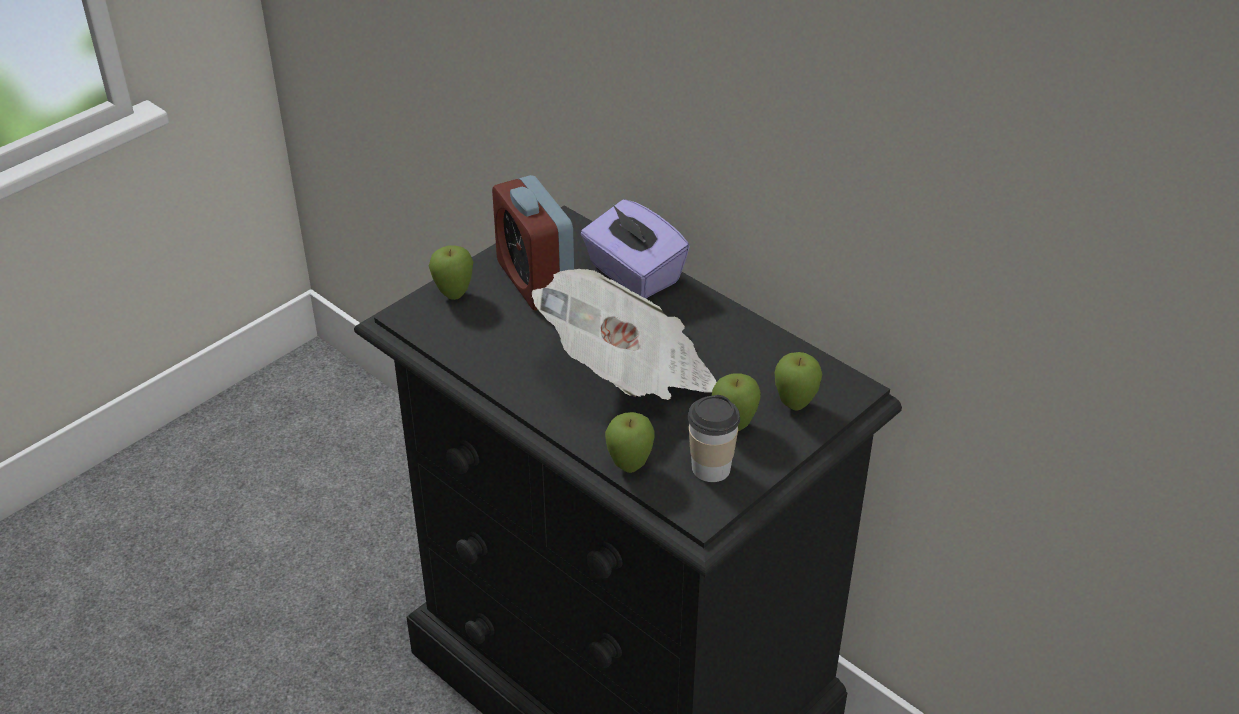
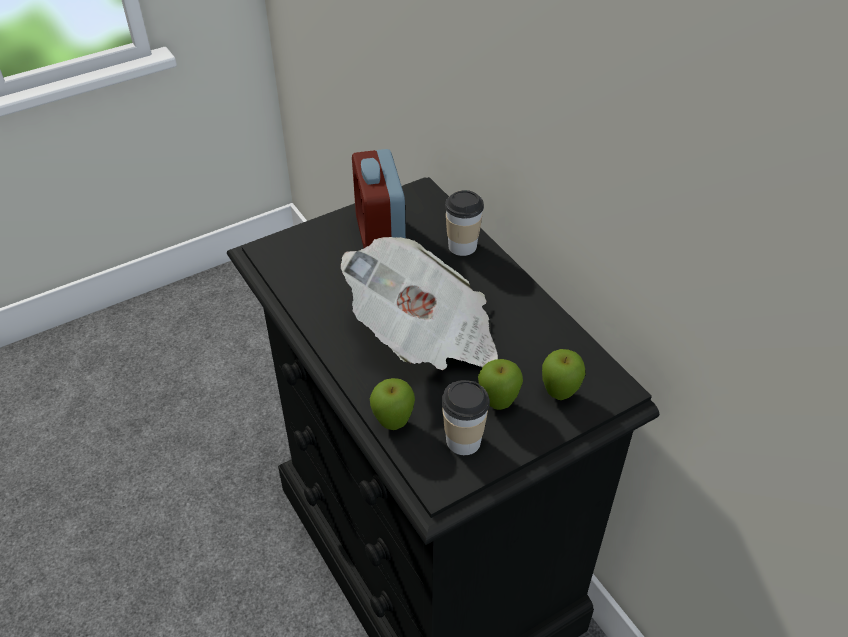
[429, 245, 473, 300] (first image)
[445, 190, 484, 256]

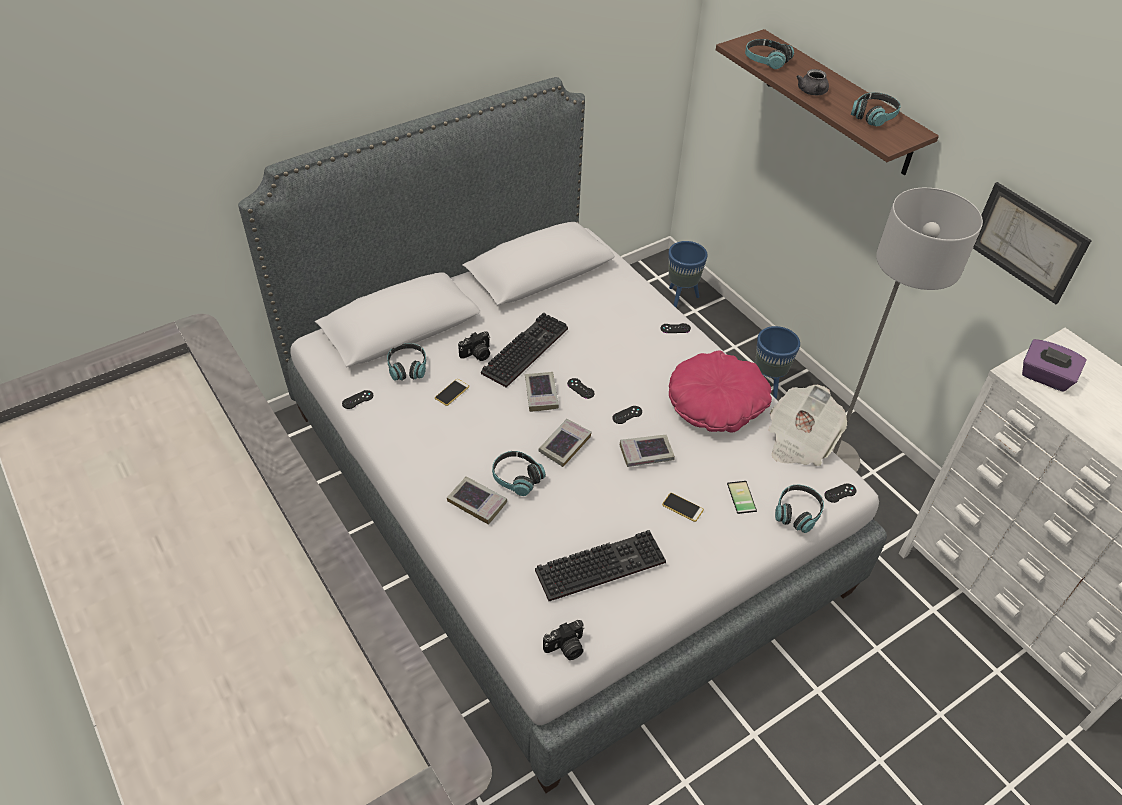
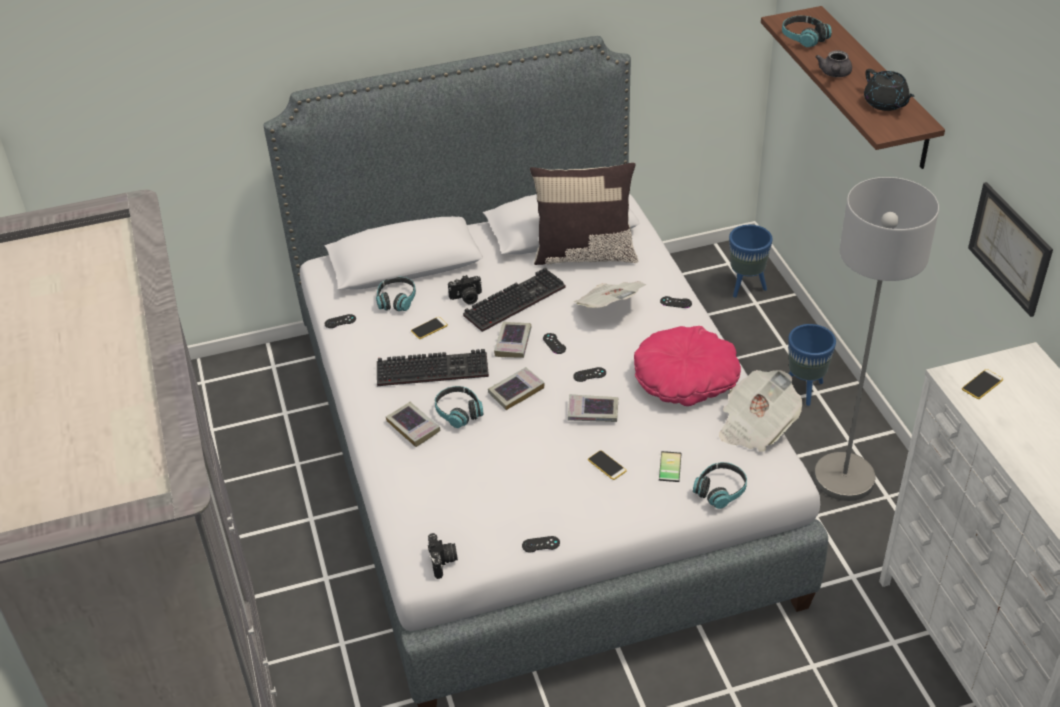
[377, 349, 489, 386]
[428, 533, 458, 579]
[522, 536, 560, 553]
[864, 69, 914, 111]
[962, 369, 1003, 399]
[530, 163, 638, 265]
[574, 281, 646, 308]

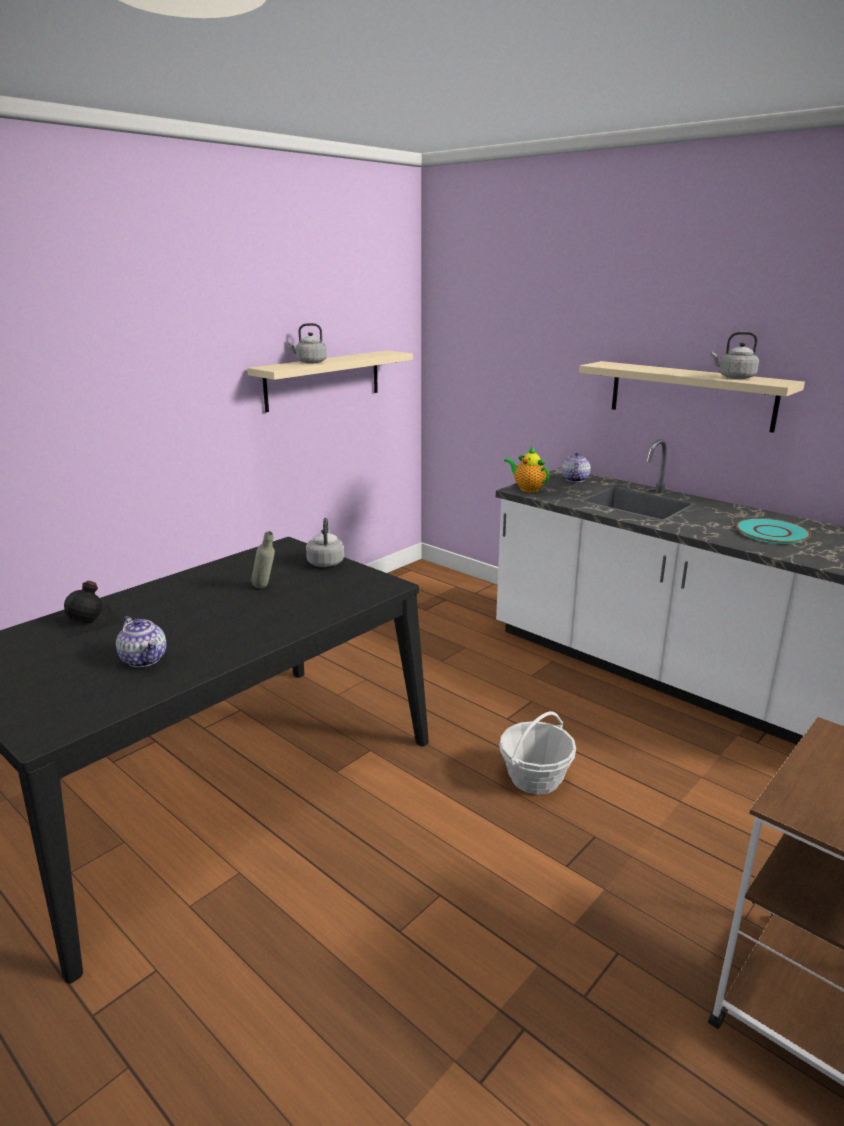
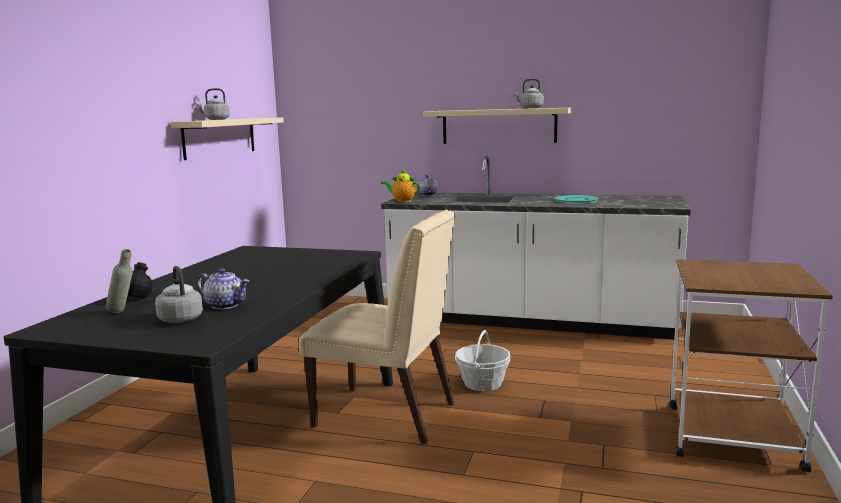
[106, 249, 132, 313]
[155, 266, 203, 323]
[299, 210, 455, 444]

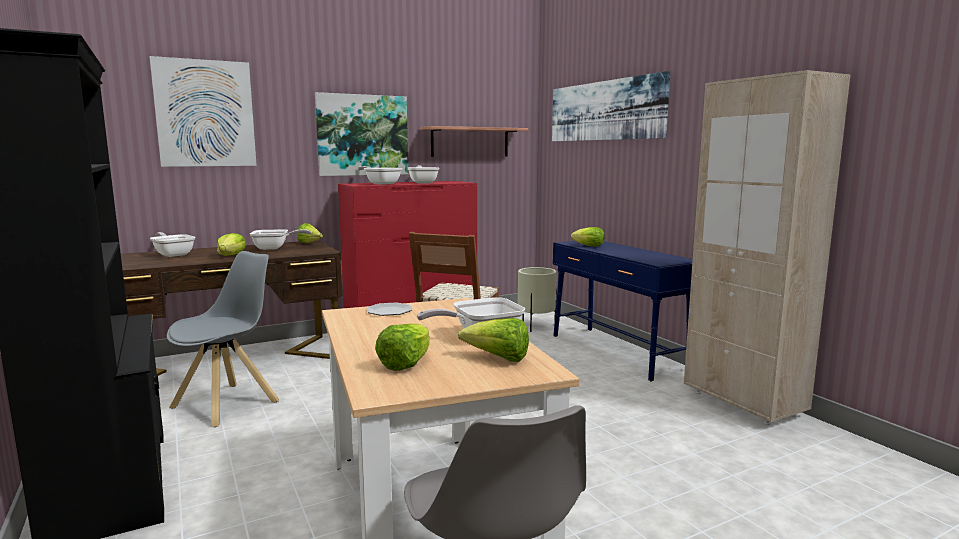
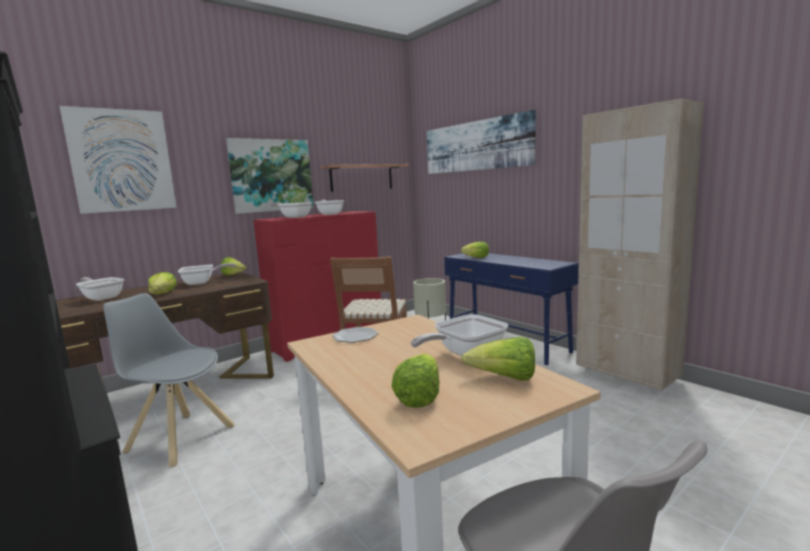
[103, 293, 234, 467]

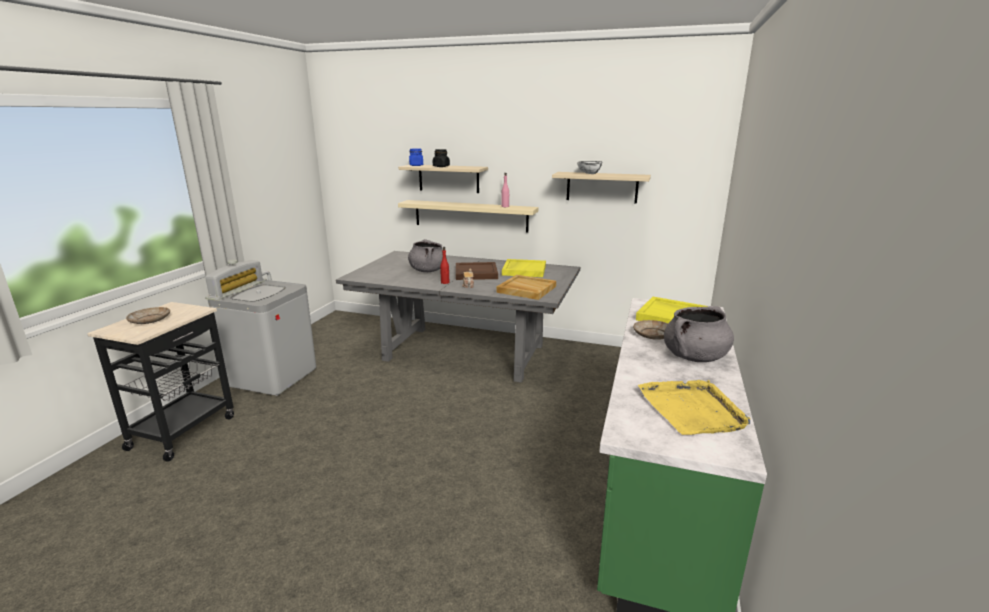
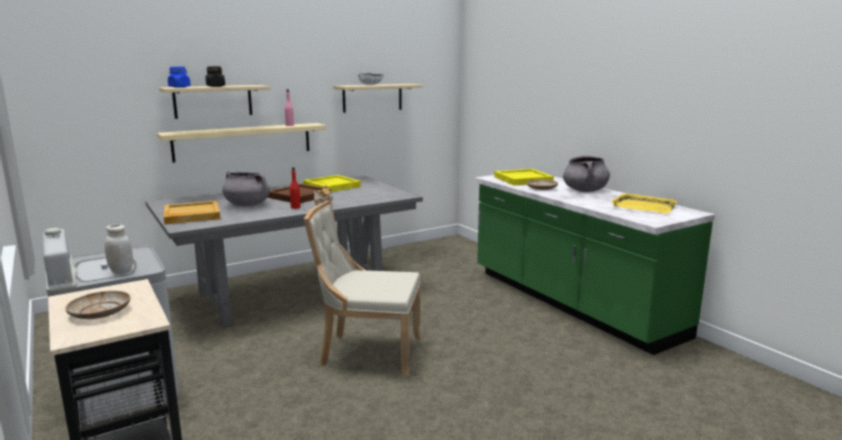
[164, 201, 221, 224]
[105, 224, 133, 274]
[304, 200, 421, 377]

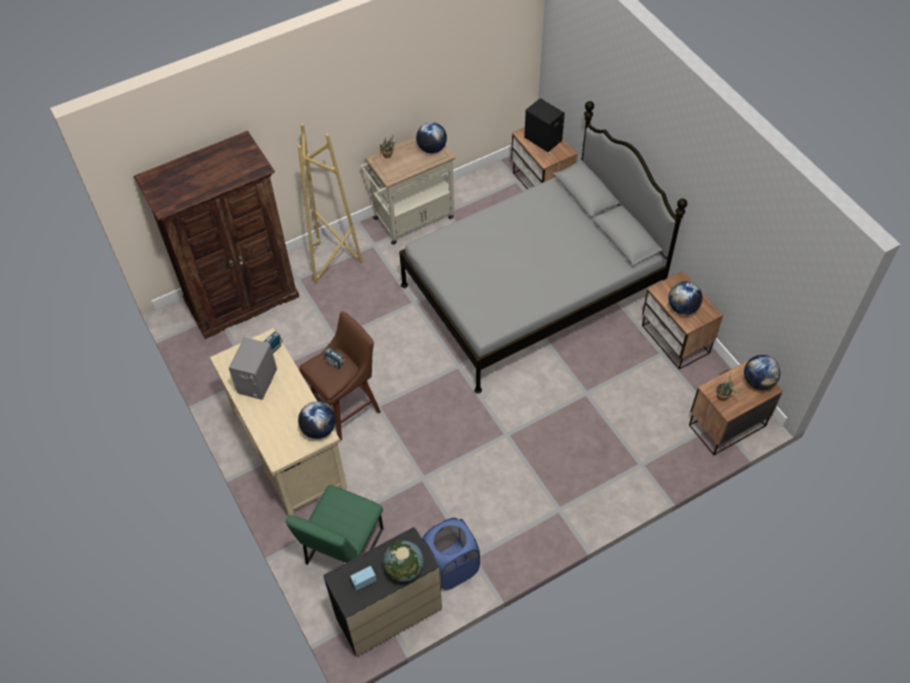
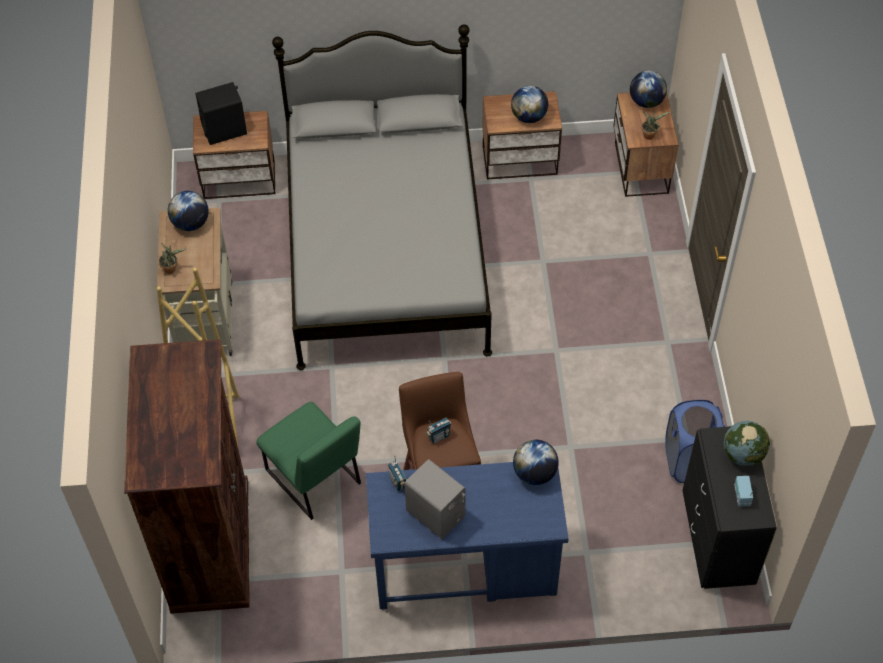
[366, 462, 569, 609]
[256, 402, 361, 520]

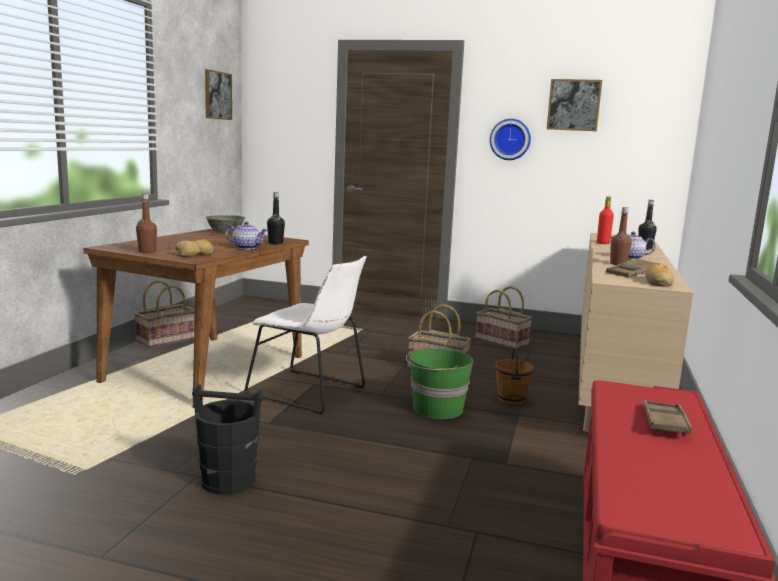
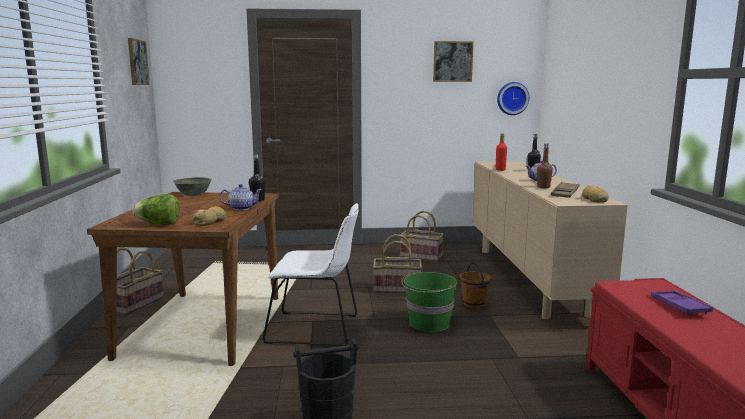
[133, 194, 179, 225]
[497, 82, 529, 115]
[651, 290, 713, 315]

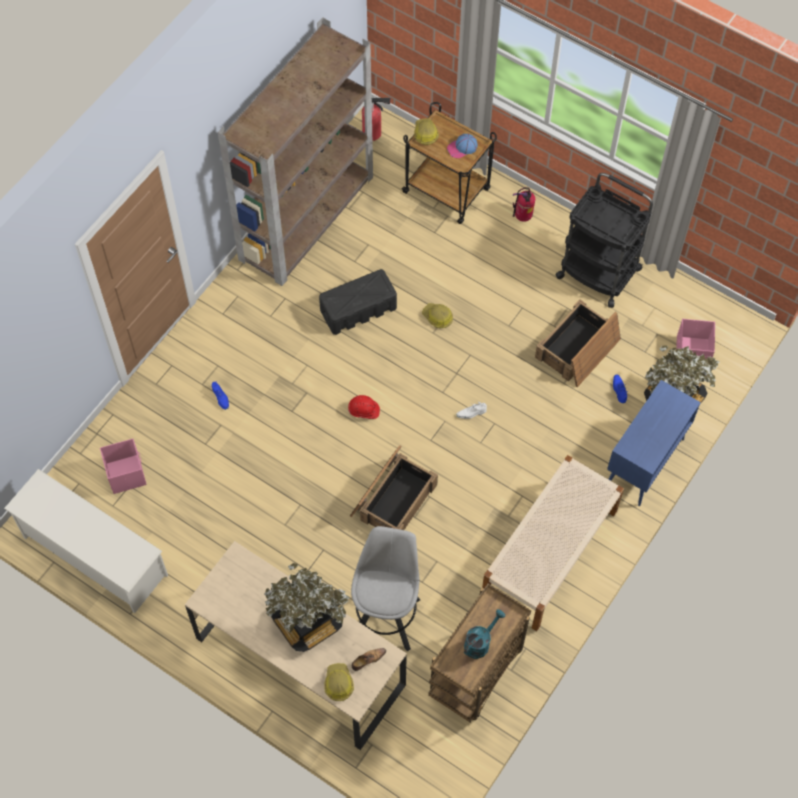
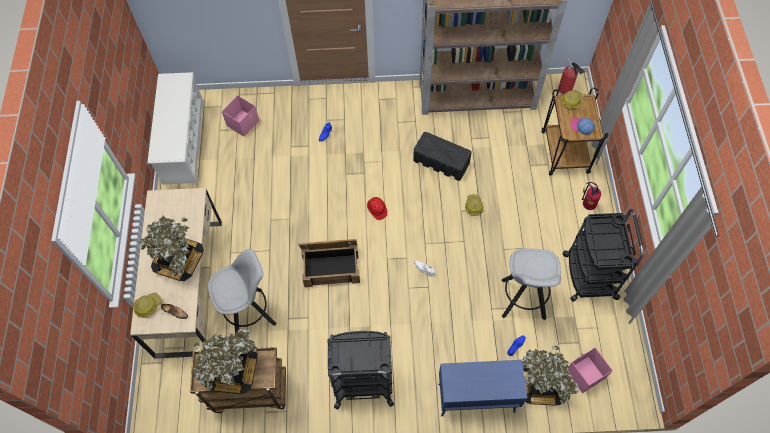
[193, 329, 257, 394]
[328, 331, 394, 409]
[501, 248, 561, 320]

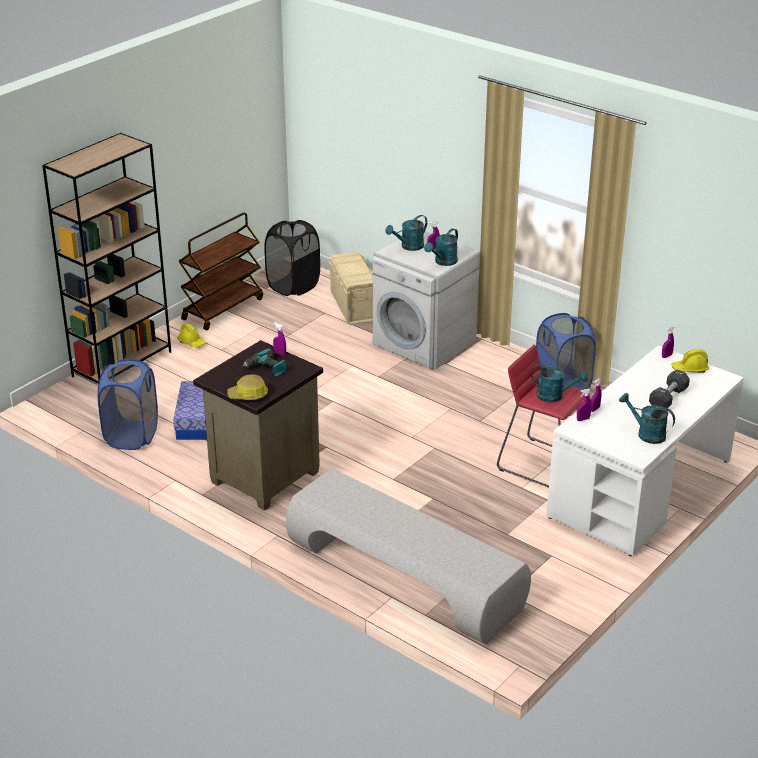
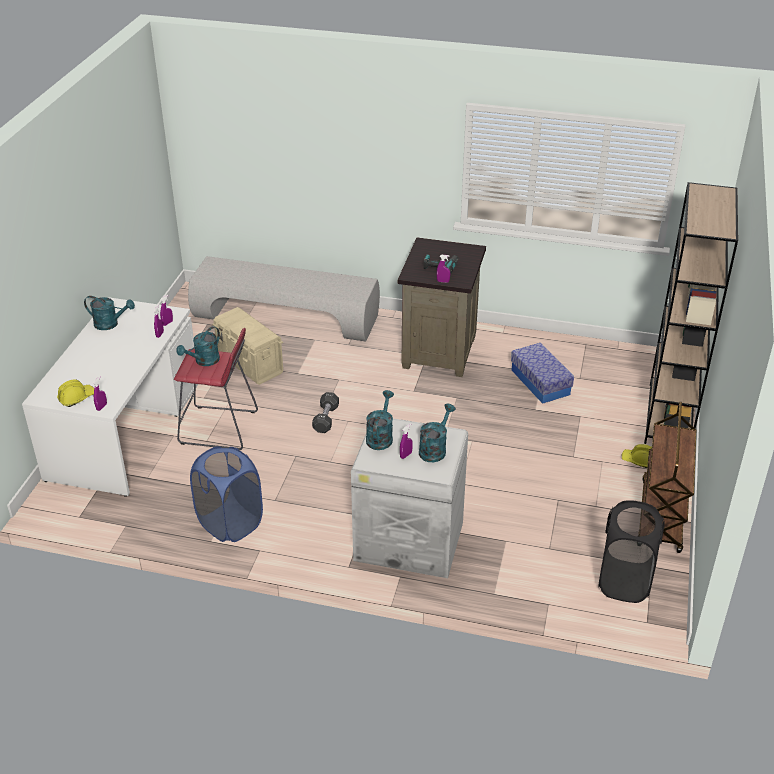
[98, 359, 158, 450] (first image)
[227, 374, 268, 400] (first image)
[212, 307, 283, 385]
[176, 326, 220, 366]
[312, 392, 339, 433]

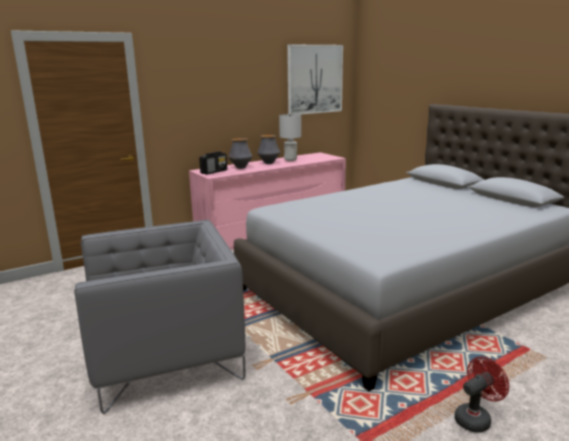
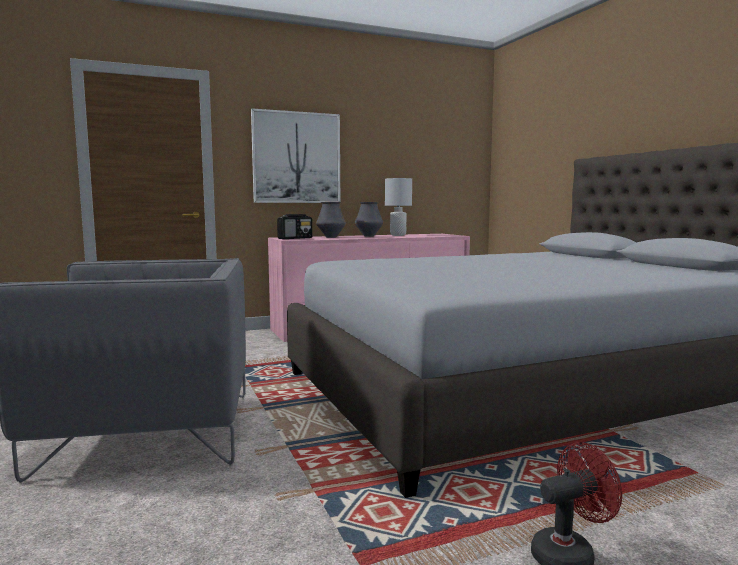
[251, 108, 340, 203]

